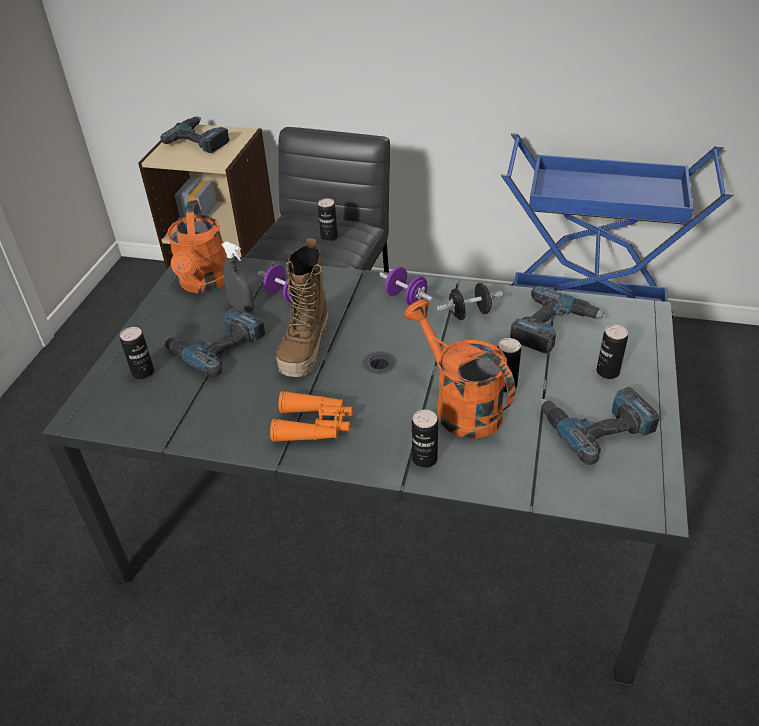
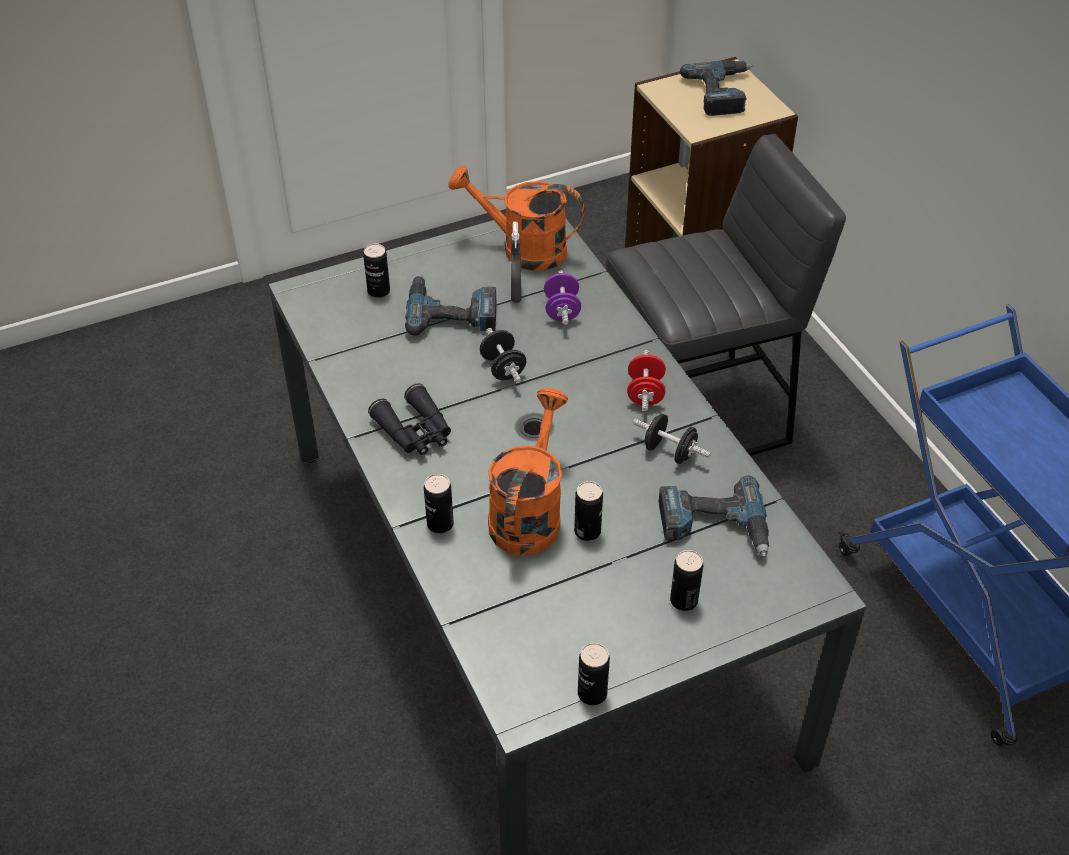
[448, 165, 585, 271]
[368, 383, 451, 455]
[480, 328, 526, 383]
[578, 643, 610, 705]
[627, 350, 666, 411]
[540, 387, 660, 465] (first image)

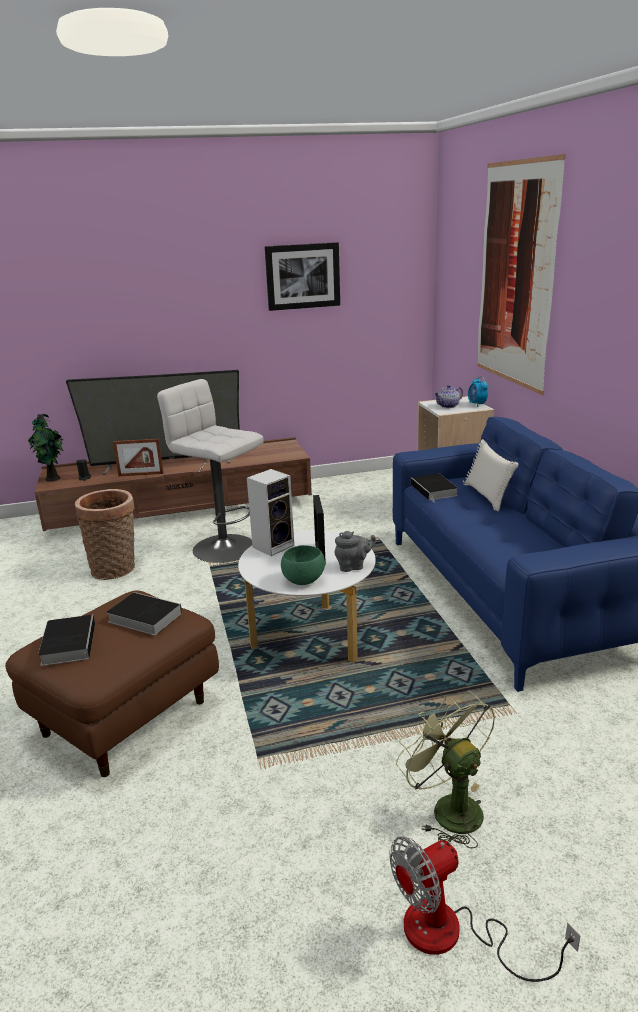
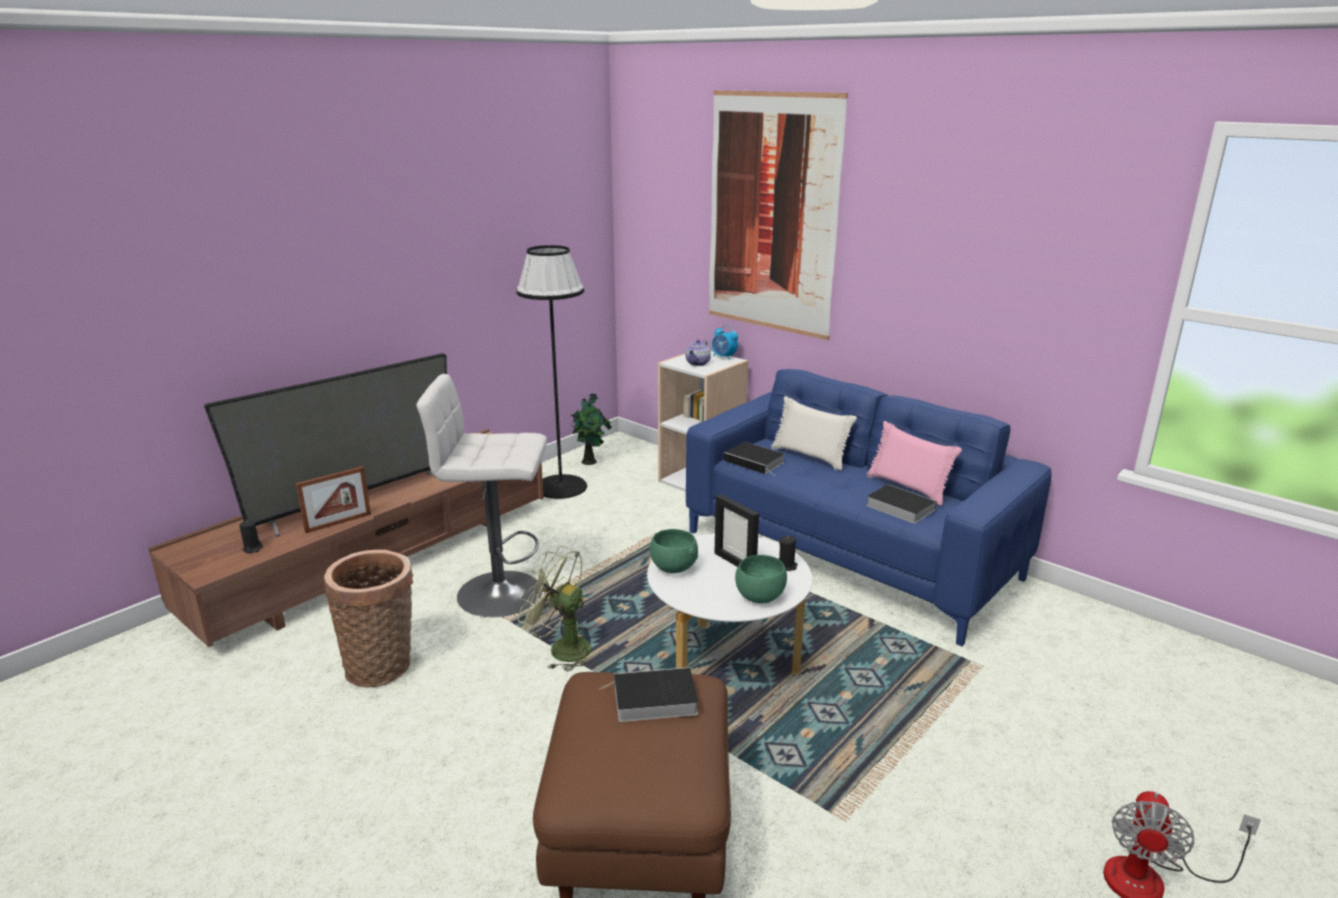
[570, 394, 611, 465]
[866, 484, 937, 524]
[650, 529, 698, 573]
[265, 242, 340, 311] (first image)
[779, 536, 798, 571]
[518, 546, 595, 671]
[516, 245, 587, 499]
[867, 421, 962, 506]

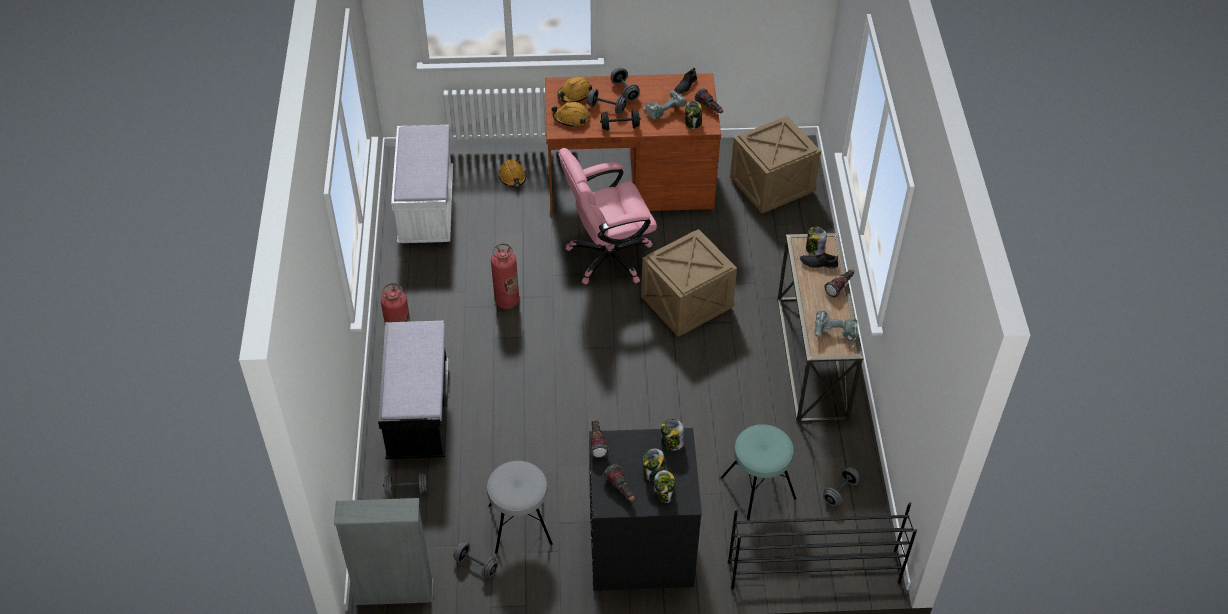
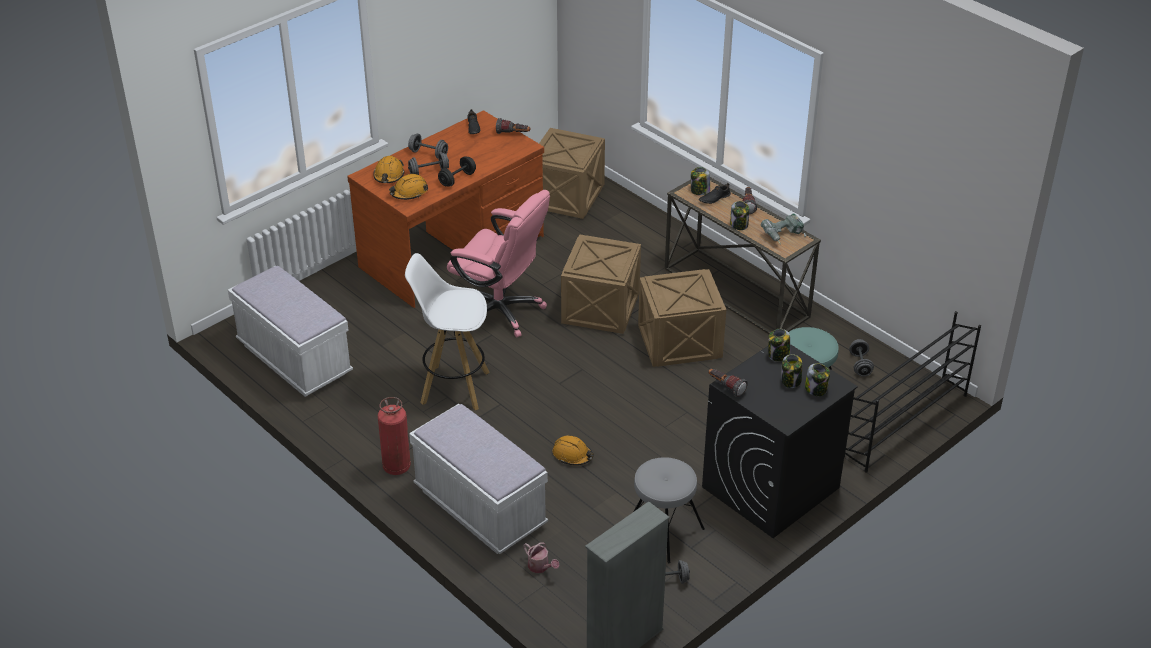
[409, 404, 548, 554]
[523, 543, 560, 573]
[405, 253, 490, 411]
[553, 435, 593, 466]
[447, 190, 550, 337]
[603, 464, 635, 502] (first image)
[643, 90, 687, 120] (first image)
[730, 201, 749, 230]
[638, 269, 726, 367]

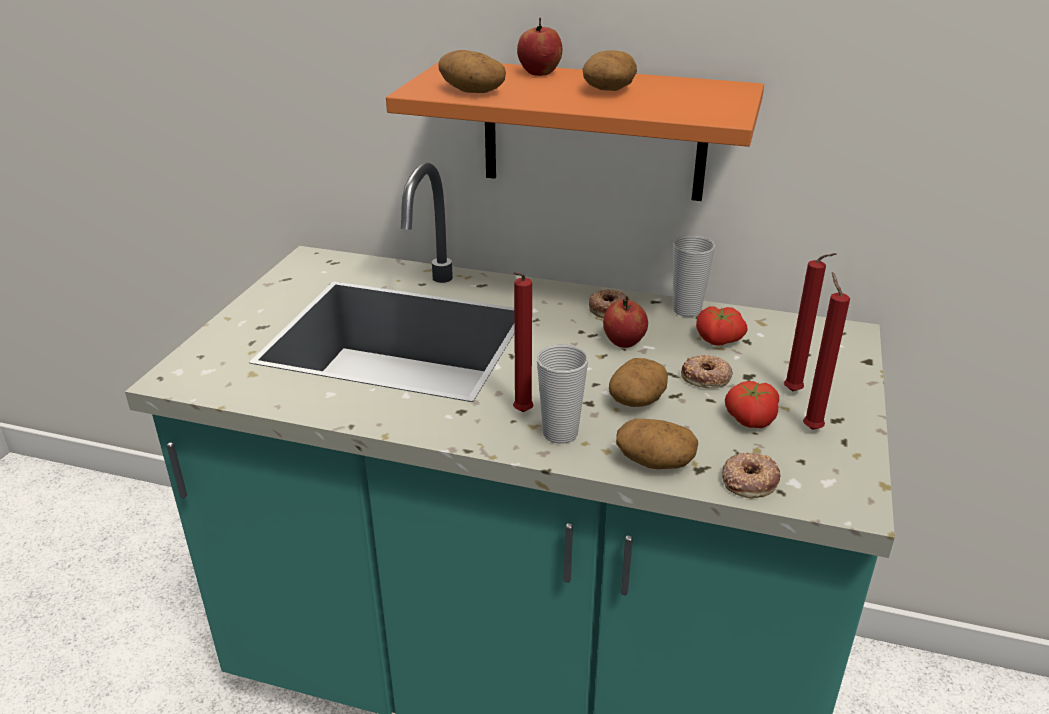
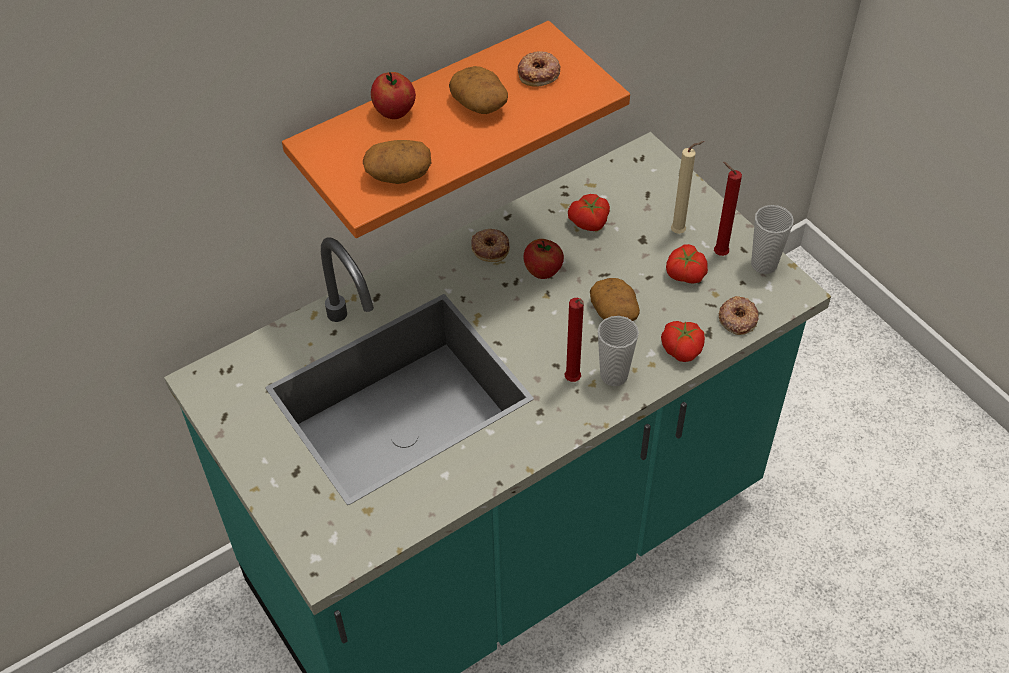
[661, 321, 705, 362]
[751, 205, 794, 274]
[518, 51, 561, 87]
[671, 141, 704, 234]

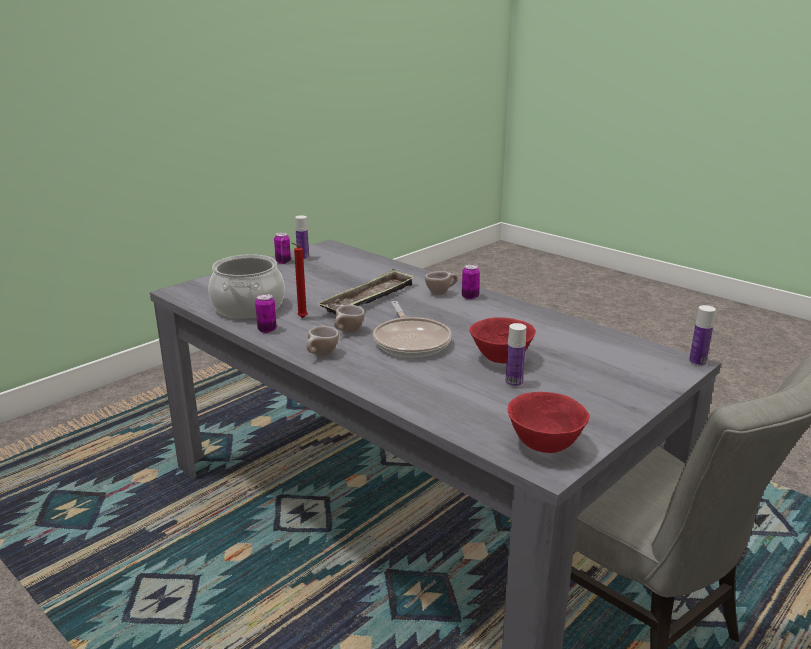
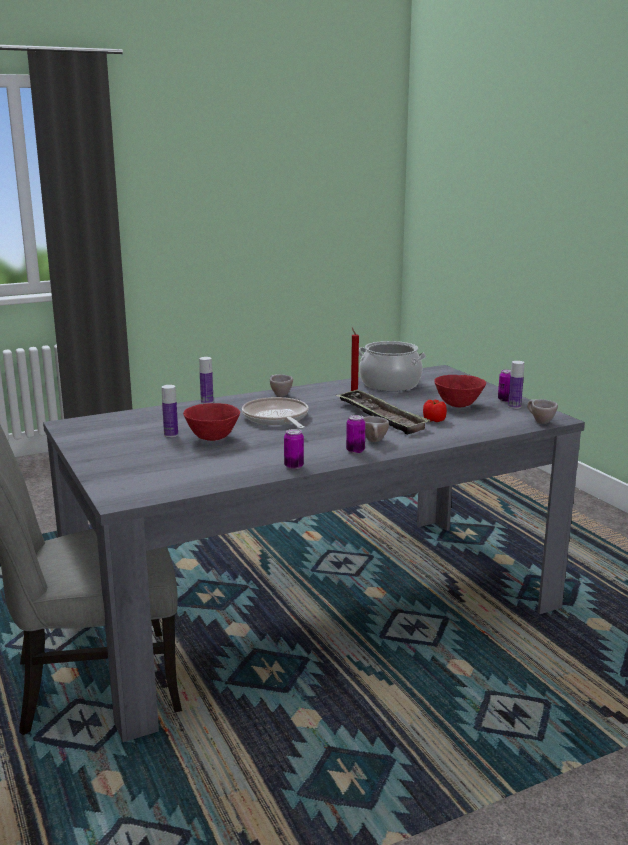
[284, 429, 304, 469]
[527, 399, 558, 424]
[242, 397, 309, 429]
[434, 375, 486, 407]
[199, 357, 214, 404]
[423, 400, 447, 422]

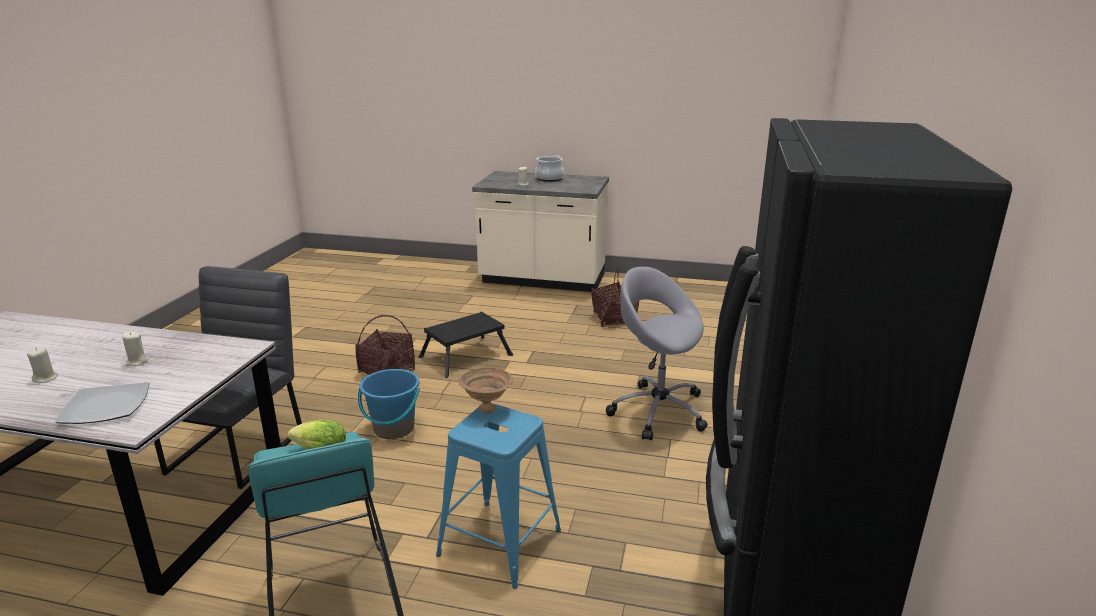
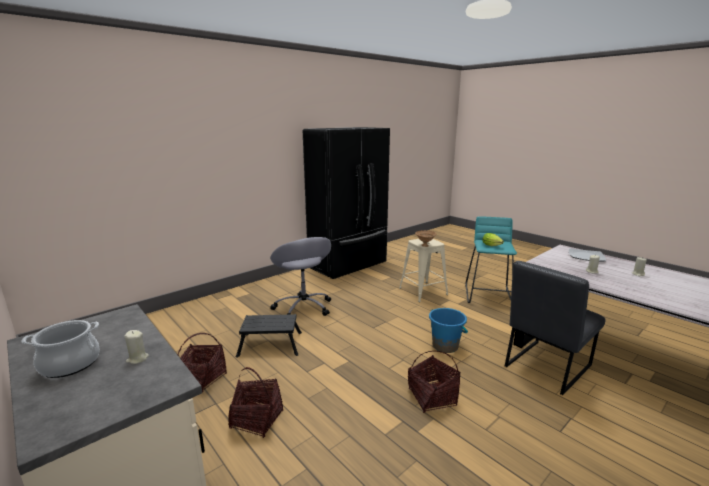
[236, 314, 302, 358]
[399, 239, 448, 302]
[228, 367, 283, 438]

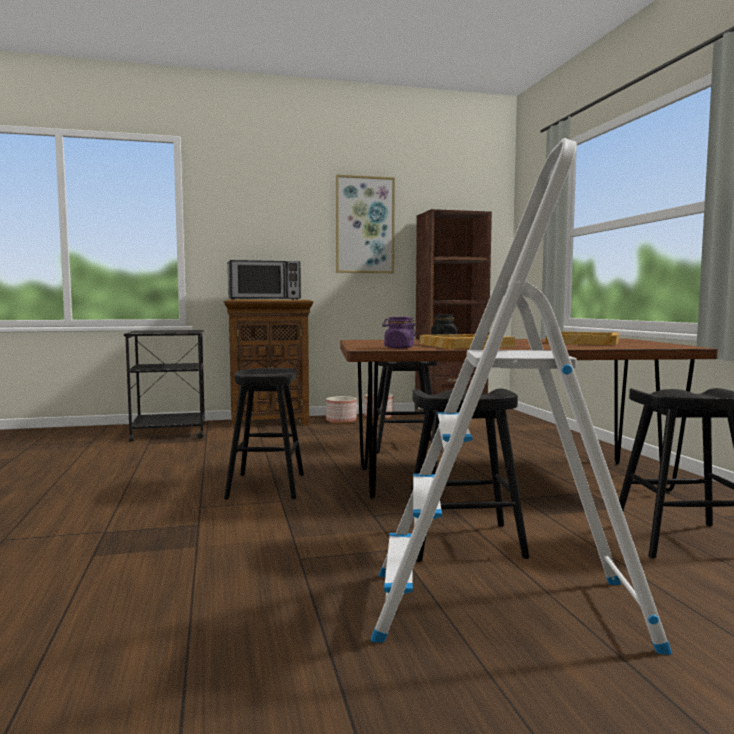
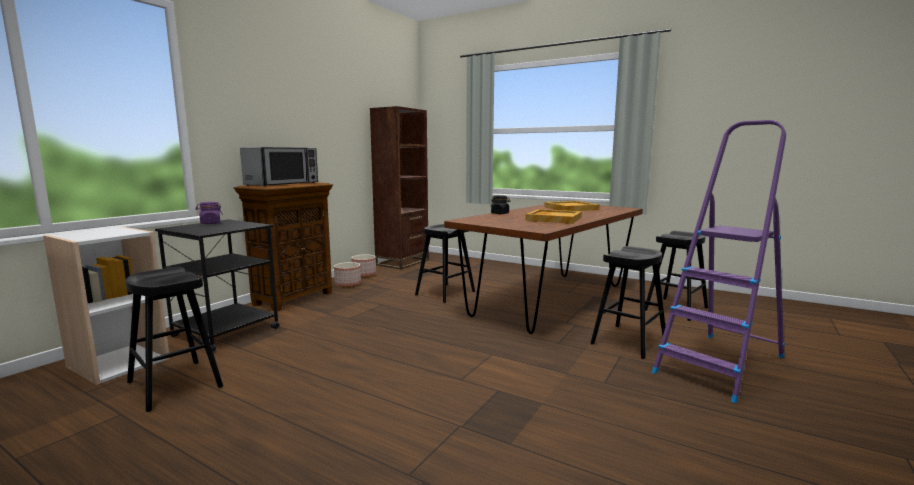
[125, 267, 223, 412]
[336, 175, 395, 273] (first image)
[652, 120, 786, 403]
[196, 202, 223, 224]
[43, 226, 170, 385]

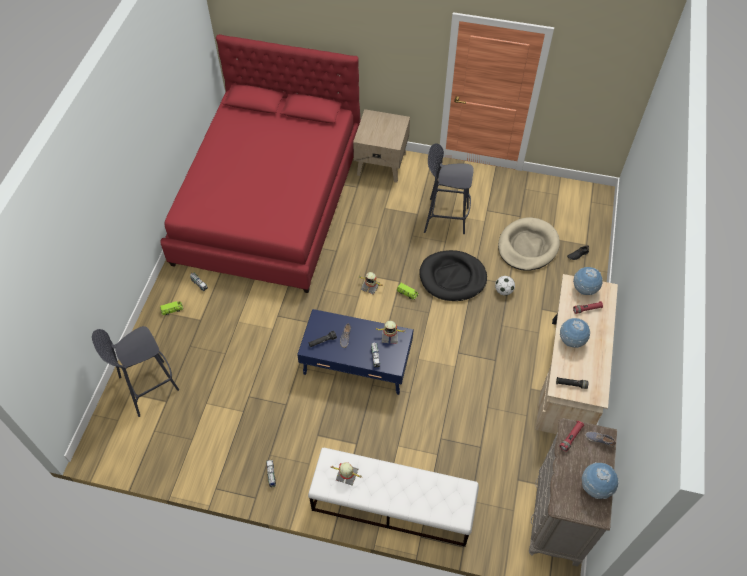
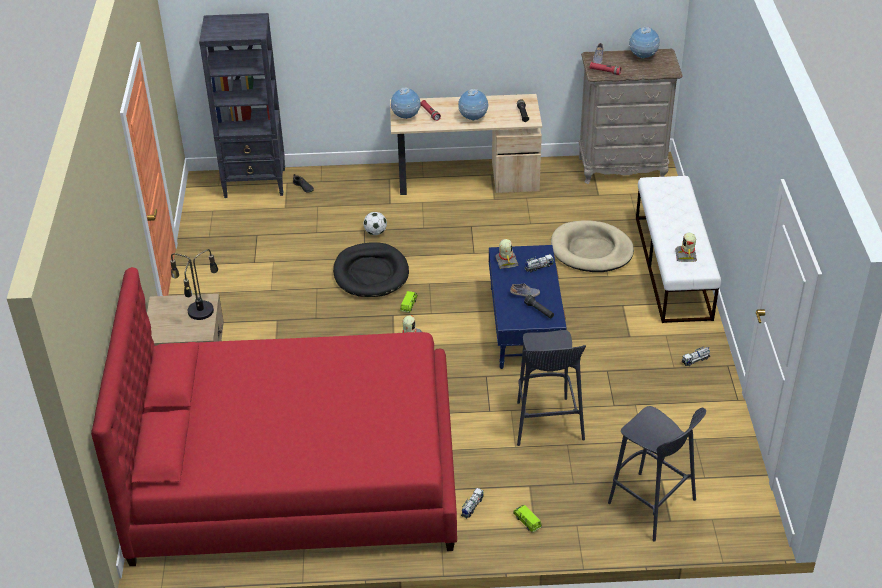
[517, 330, 586, 446]
[551, 220, 634, 272]
[170, 249, 218, 320]
[199, 13, 285, 198]

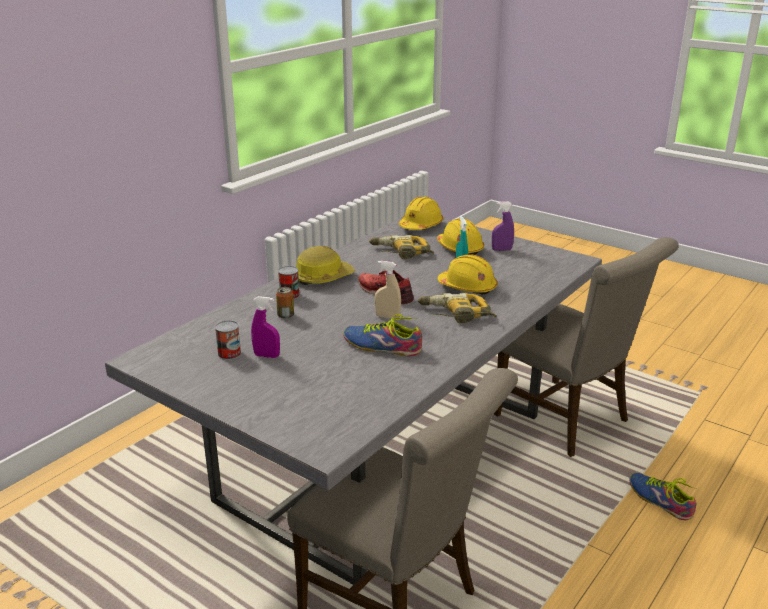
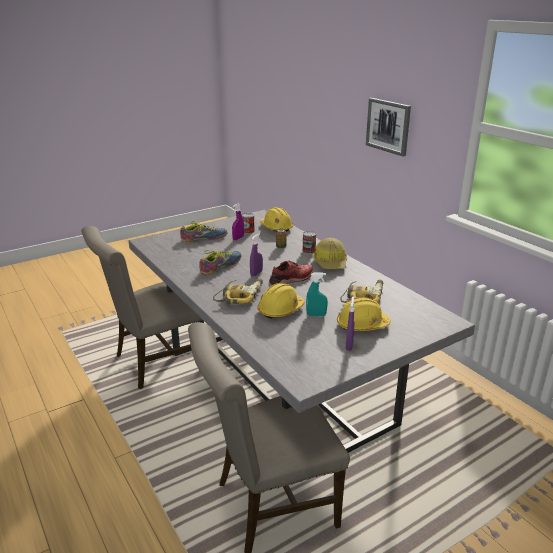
[250, 233, 263, 277]
[260, 207, 293, 232]
[180, 221, 228, 242]
[366, 98, 411, 157]

